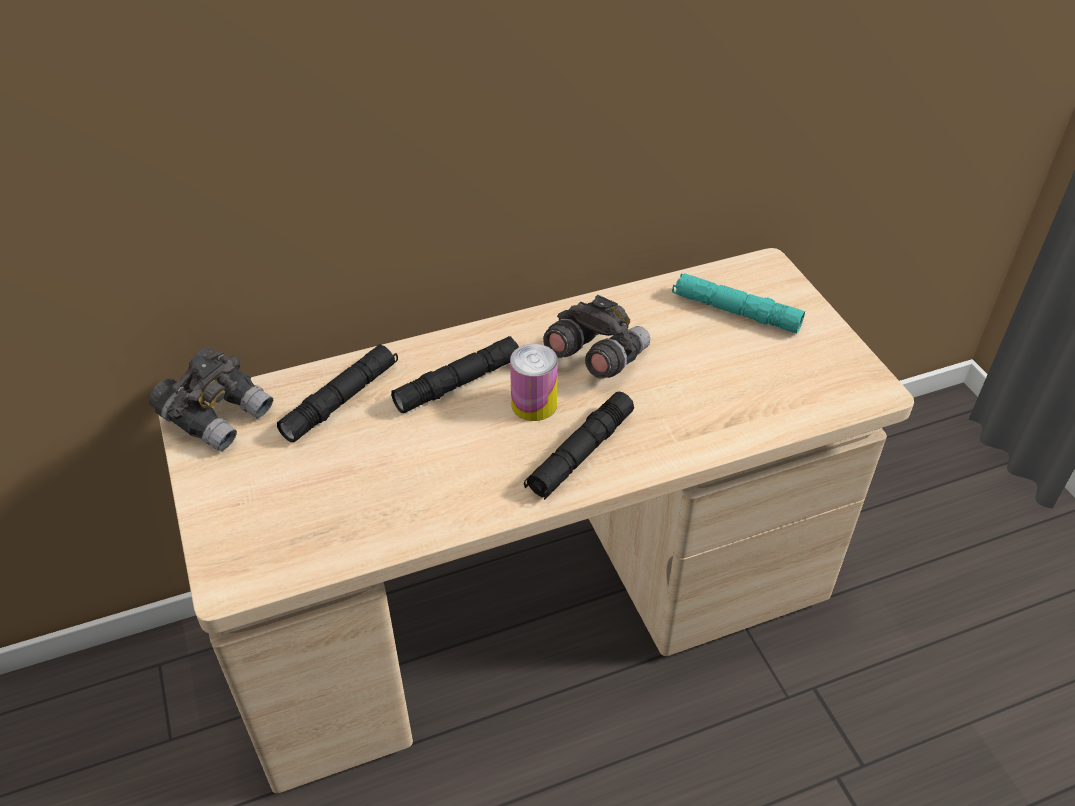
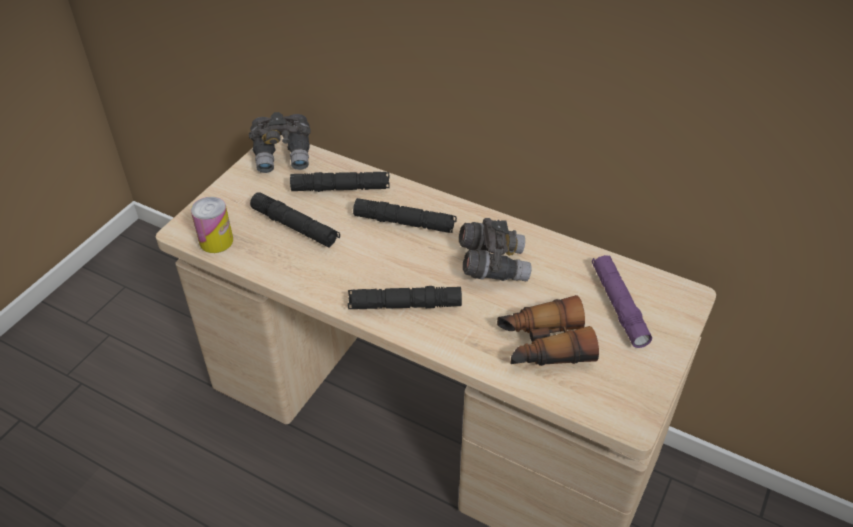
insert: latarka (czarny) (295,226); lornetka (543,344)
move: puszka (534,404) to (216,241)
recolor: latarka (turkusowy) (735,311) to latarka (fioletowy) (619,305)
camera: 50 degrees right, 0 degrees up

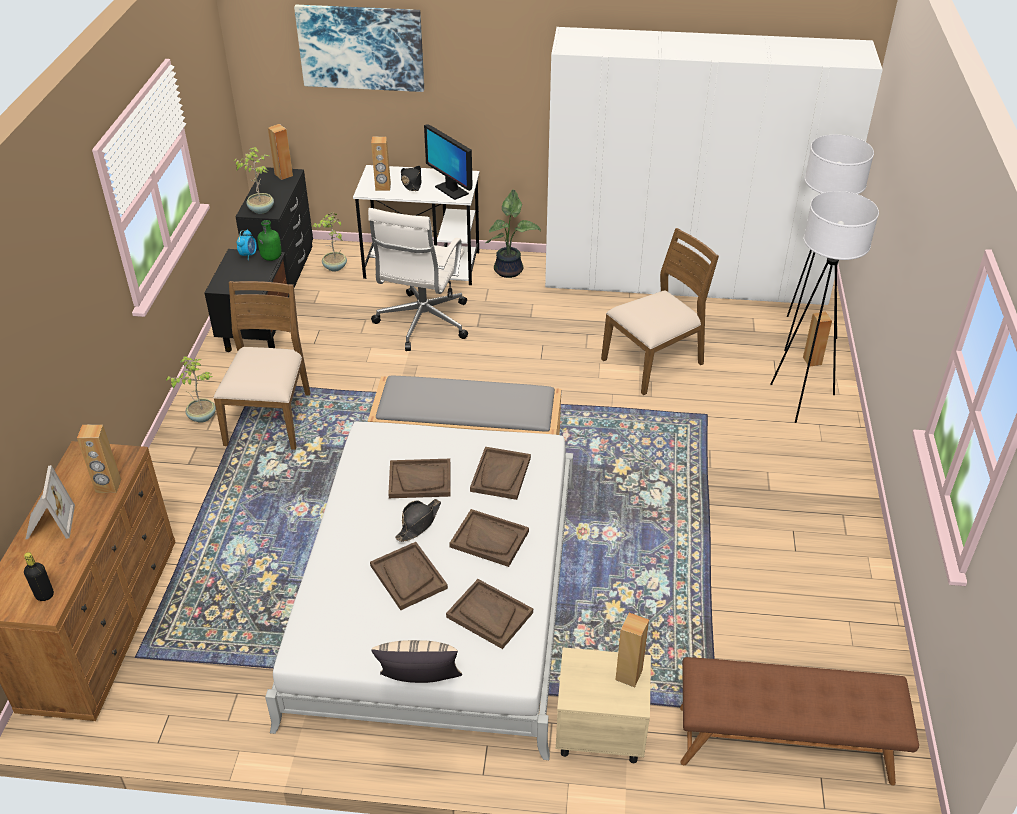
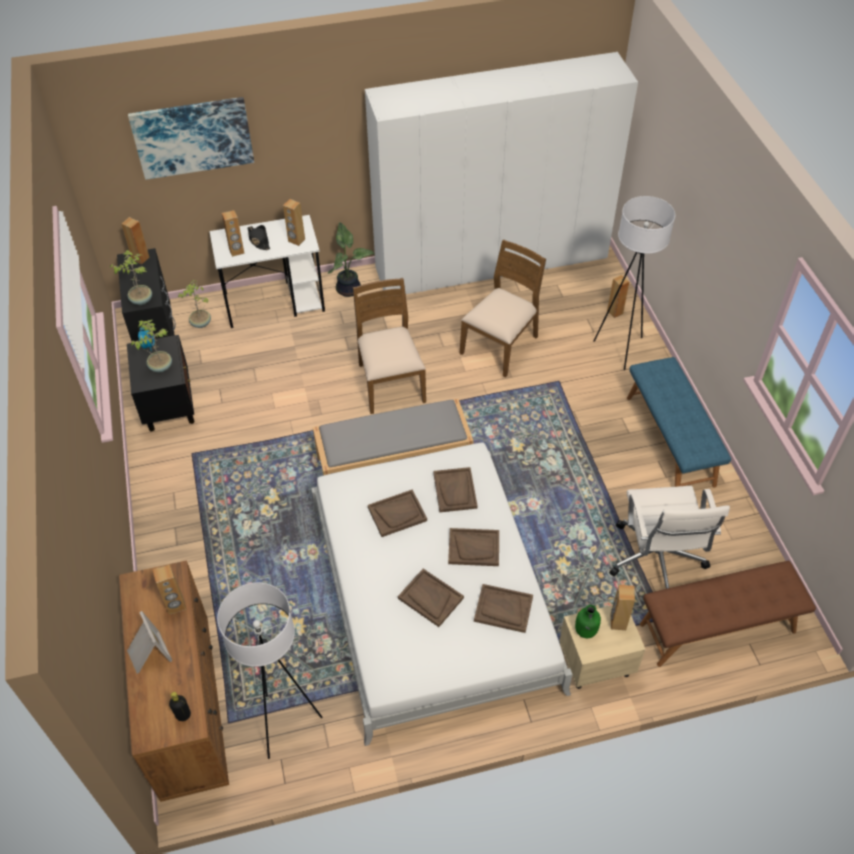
delete: poduszka (beżowy) (420,687); kapelusz (czarny) (418,523)
insert: ławka (niebieski) (670,440)
move: roślina doniczkowa (202,416) to (160,367); krzesło (brązowy) (270,418) to (390,383); butelka (zielony) (271,258) to (585,631); krzesło biurowe (biały) (422,323) to (656,561); lampa stojąca (biały) (802,335) to (285,724)
replace: monitor (451,190) to głośnik (brązowy) (296,240)
camera: 20 degrees left, 10 degrees up

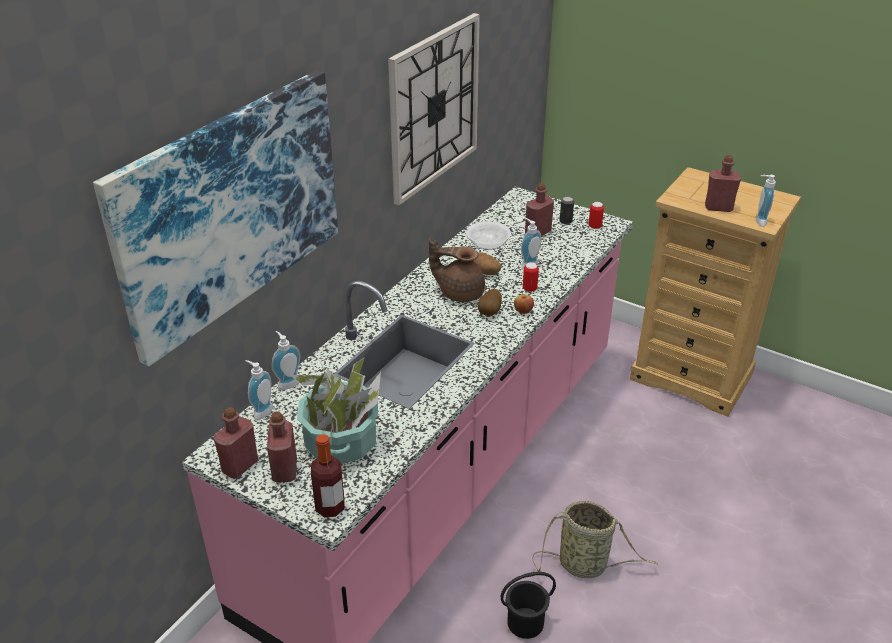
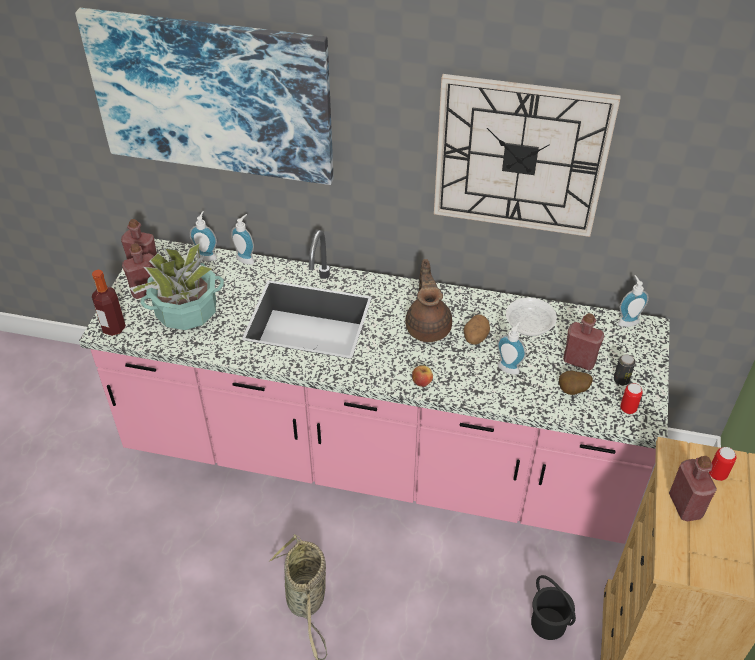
move: ziemniak (490,312) to (573,391); wiadro (czarny) (525,622) to (548,622); puszka (529,289) to (717,474); dozownik mydła (758,221) to (627,320)
camera: 70 degrees right, 10 degrees up

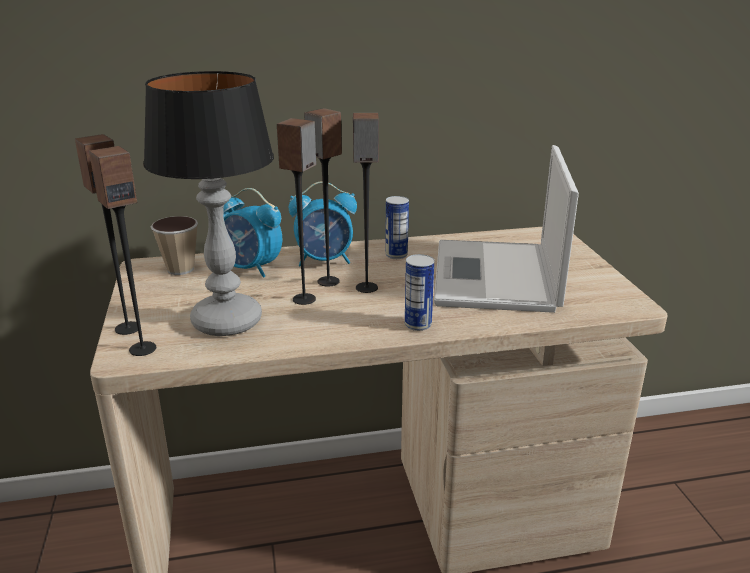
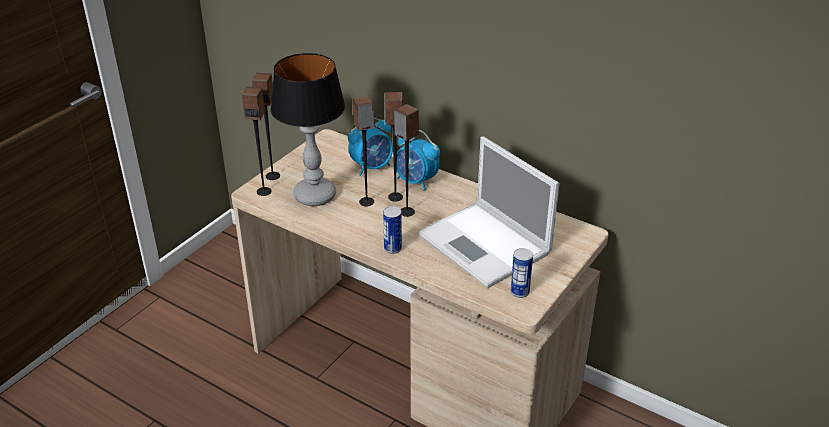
delete: filiżanka (180,269)
move: puszka (396,255) to (519,292)
rotate: budzik (251,269) = (372,167) 105 degrees counterclockwise; laptop (496,277) = (486,245) 90 degrees counterclockwise
camera: 45 degrees right, 10 degrees up

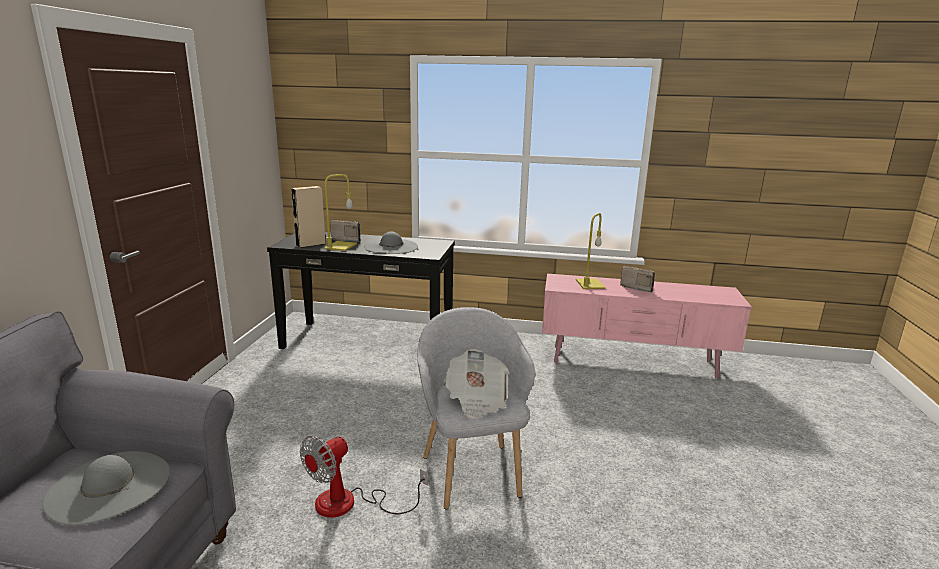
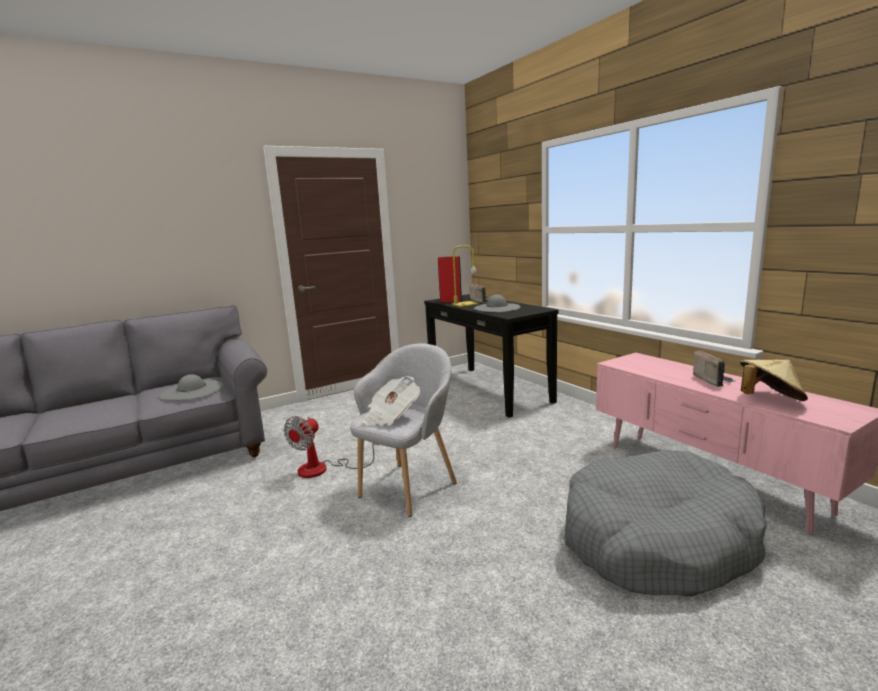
delete: lampa stołowa (żółty) (590,284)
insert: legowisko (szary) (656,540); kapelusz (beżowy) (769,400)
recolor: głośnik (beżowy) (310,244) to głośnik (czerwony) (451,301)
rotate: wentylator (350,504) = (323,469) 60 degrees counterclockwise
camera: 50 degrees right, 5 degrees down

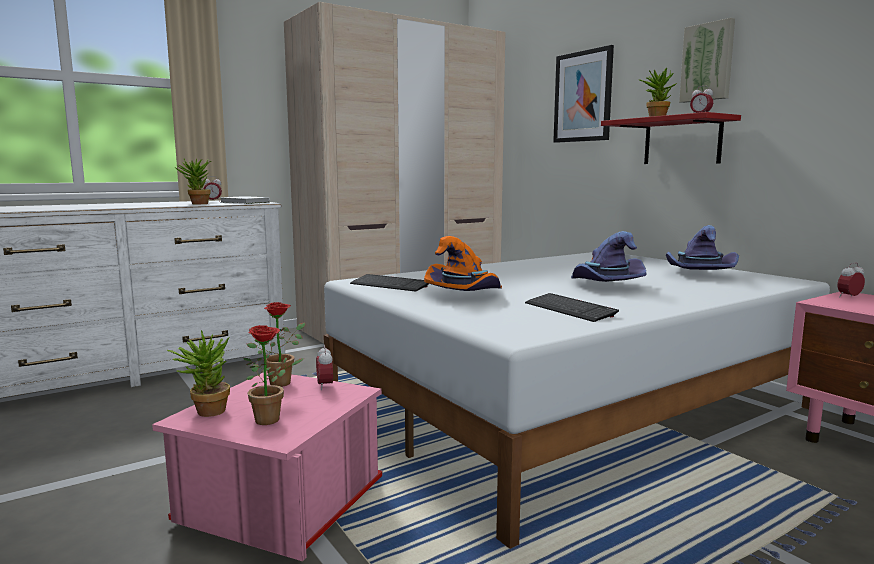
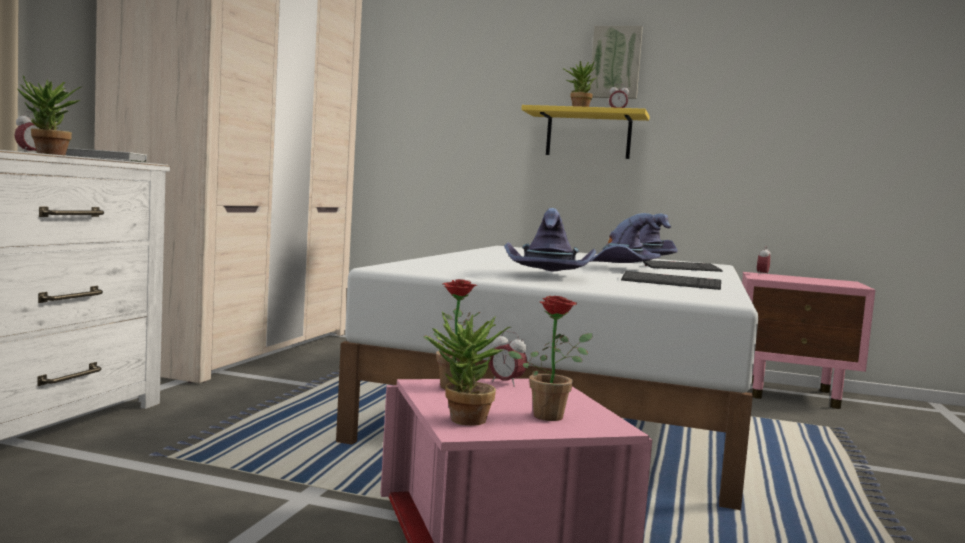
delete: obraz (583,96)
move: klawiatura (390,285) to (681,268)
recolor: kapelusz (pomarańczowy) (464,295) to kapelusz (fioletowy) (548,276); półka (czerwony) (682,141) to półka (żółty) (588,135)
camera: 40 degrees left, 5 degrees down

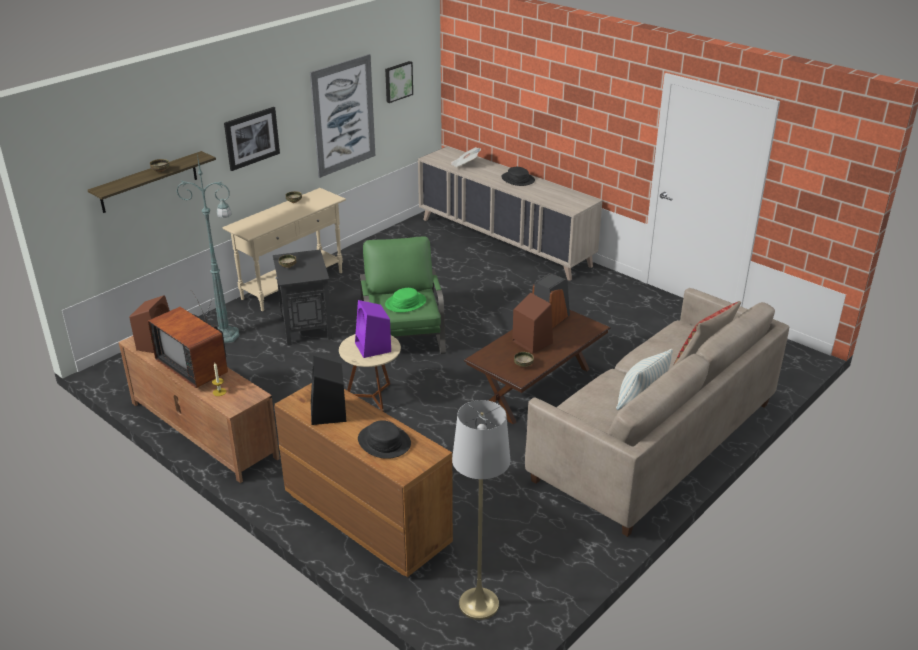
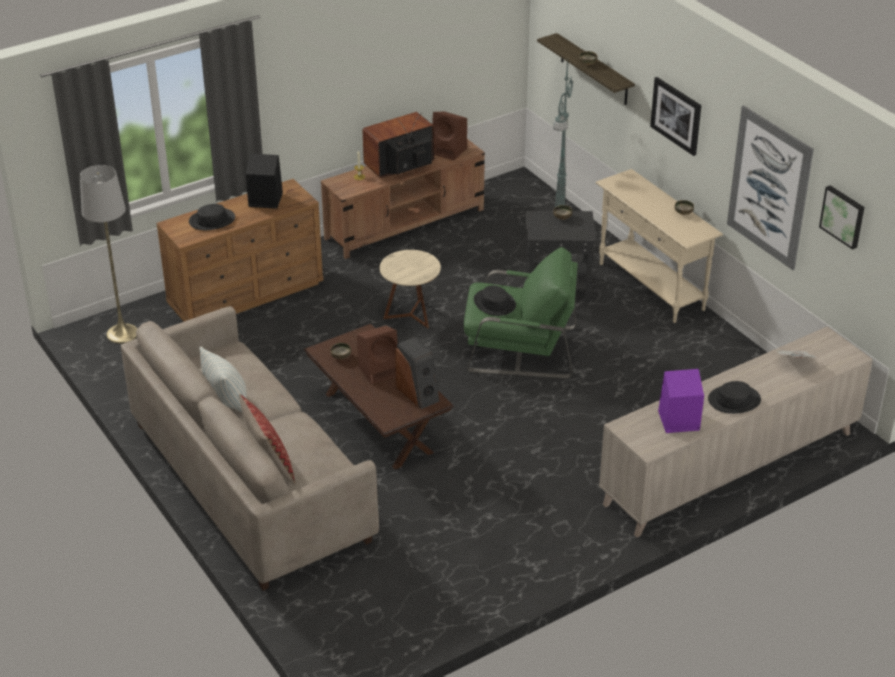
move: głośnik (fioletowy) (373,348) to (677,421)
recolor: kapelusz (zielony) (405,303) to kapelusz (czarny) (494,303)
camera: 105 degrees right, 5 degrees up

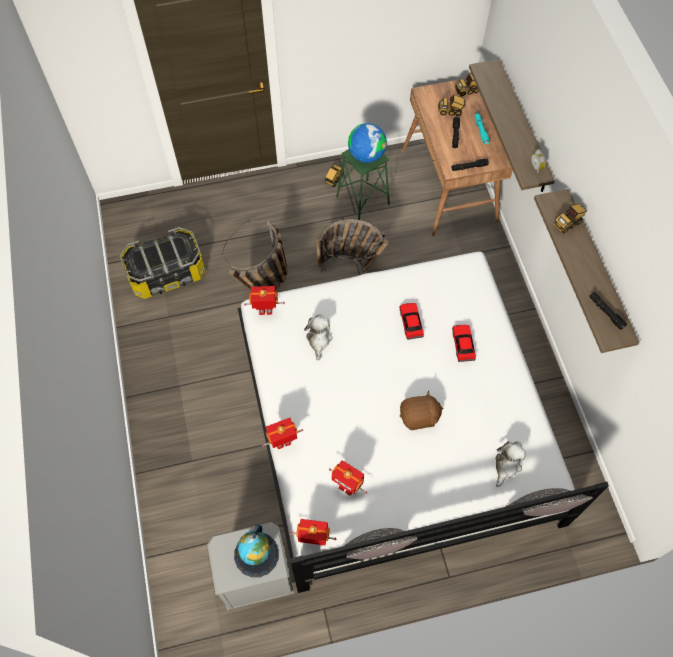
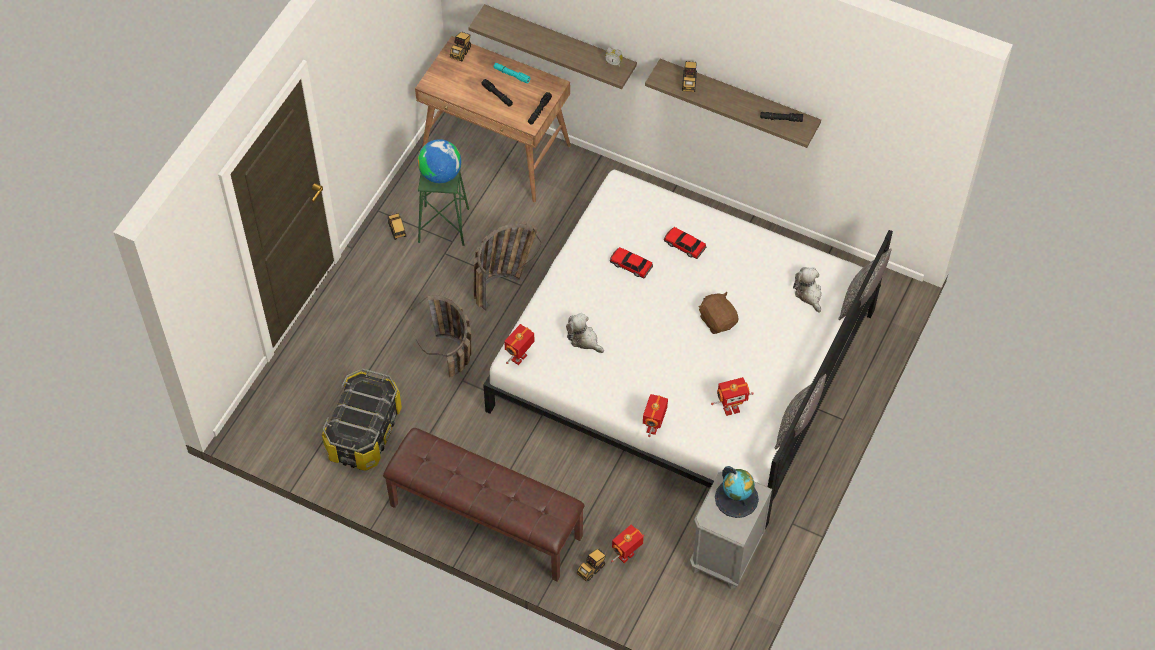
insert: ławka (brązowy) (485,521)
move: robot zabawkowy (313,540) to (626,556); ciężarówka zabawkowa (450,111) to (592,568)
rotate: pluszak (brązowy) (419,417) = (717,320) 60 degrees counterclockwise
camera: 50 degrees left, 5 degrees down

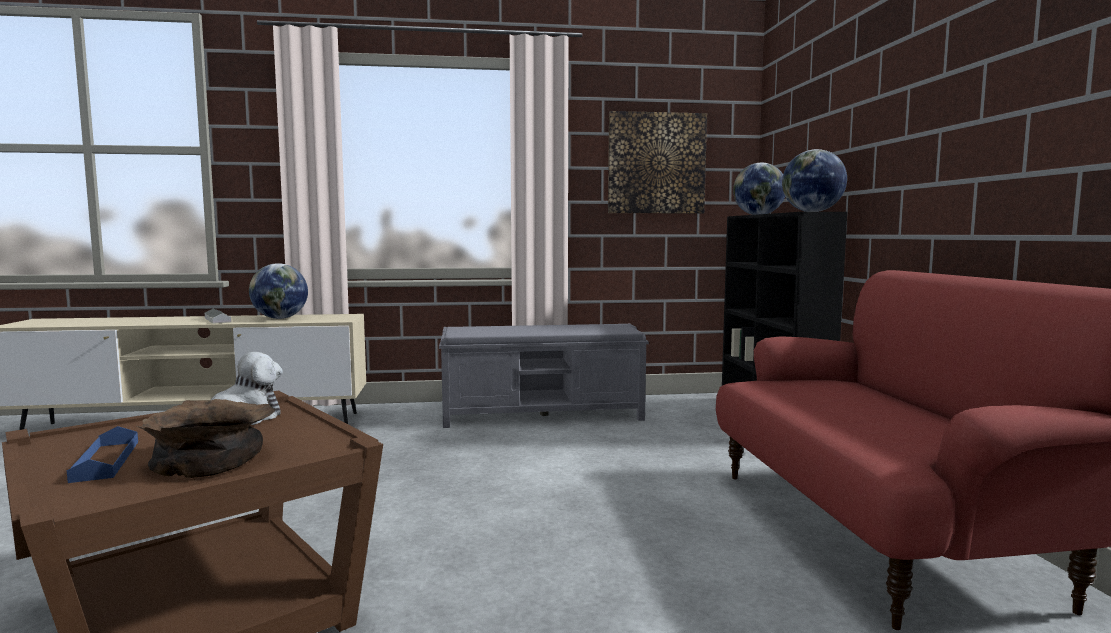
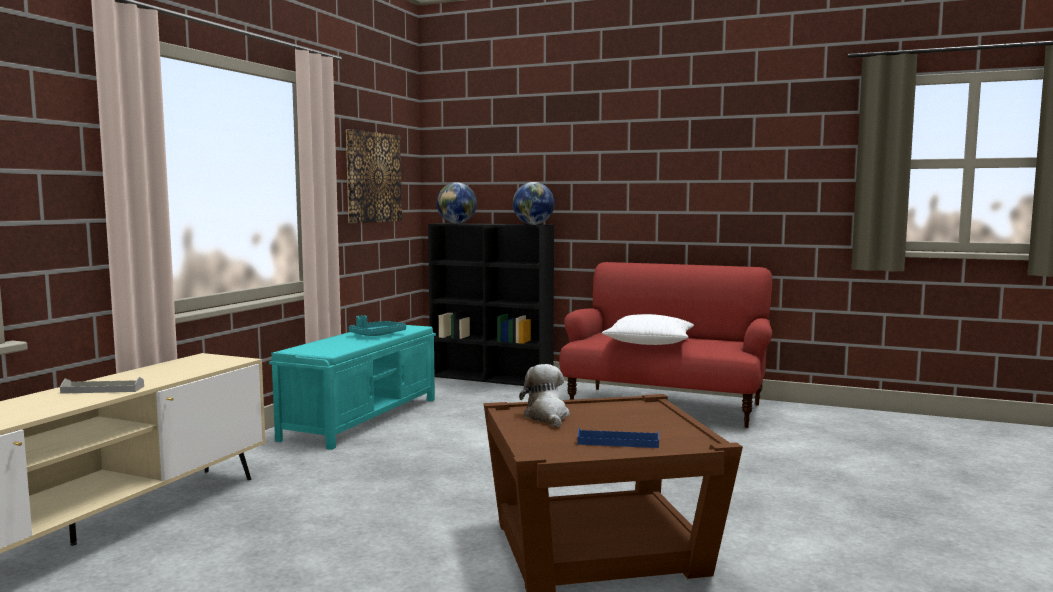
delete: miska (brązowy) (212,460); globus (280,318)
insert: taca (turkusowy) (377,335); poduszka (biały) (649,343)
recolor: ławka (szary) (543,414) to ławka (turkusowy) (363,418)
camera: 60 degrees left, 0 degrees up

